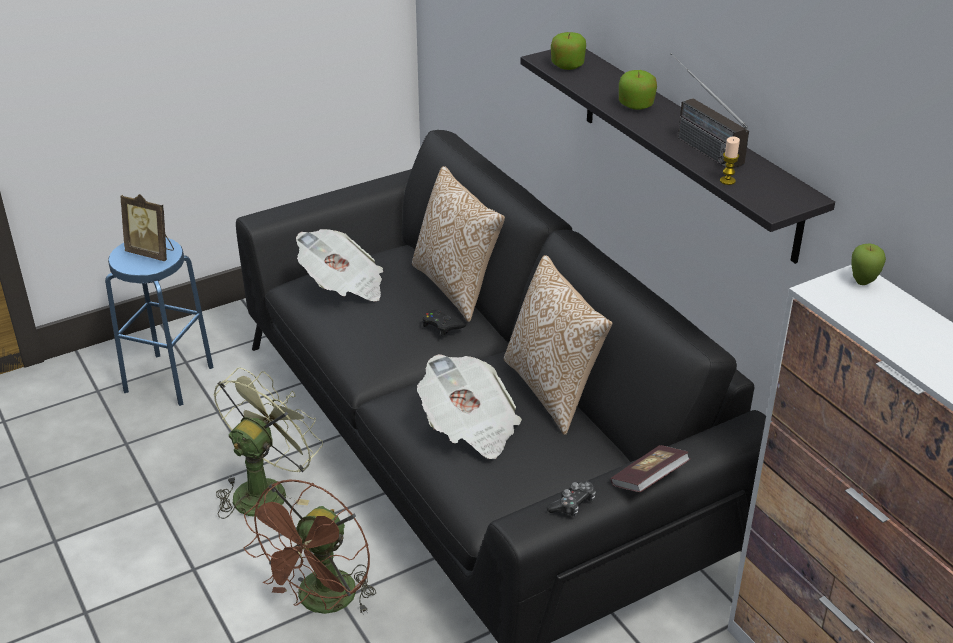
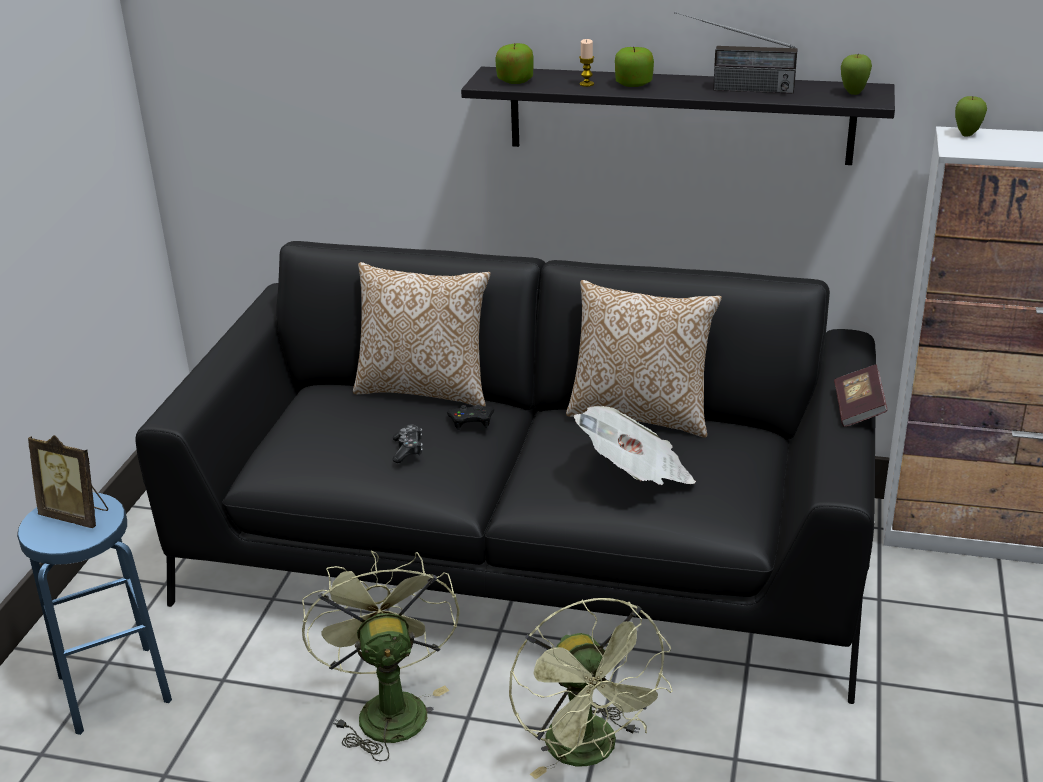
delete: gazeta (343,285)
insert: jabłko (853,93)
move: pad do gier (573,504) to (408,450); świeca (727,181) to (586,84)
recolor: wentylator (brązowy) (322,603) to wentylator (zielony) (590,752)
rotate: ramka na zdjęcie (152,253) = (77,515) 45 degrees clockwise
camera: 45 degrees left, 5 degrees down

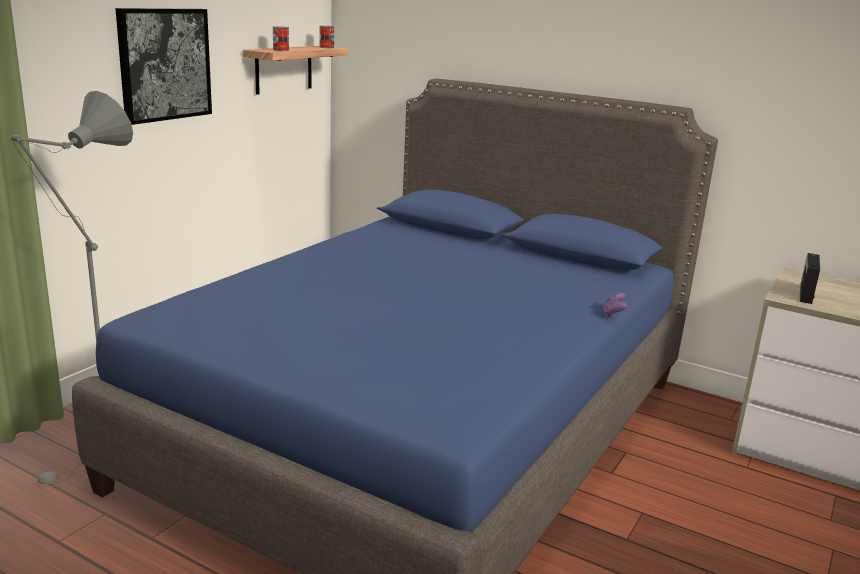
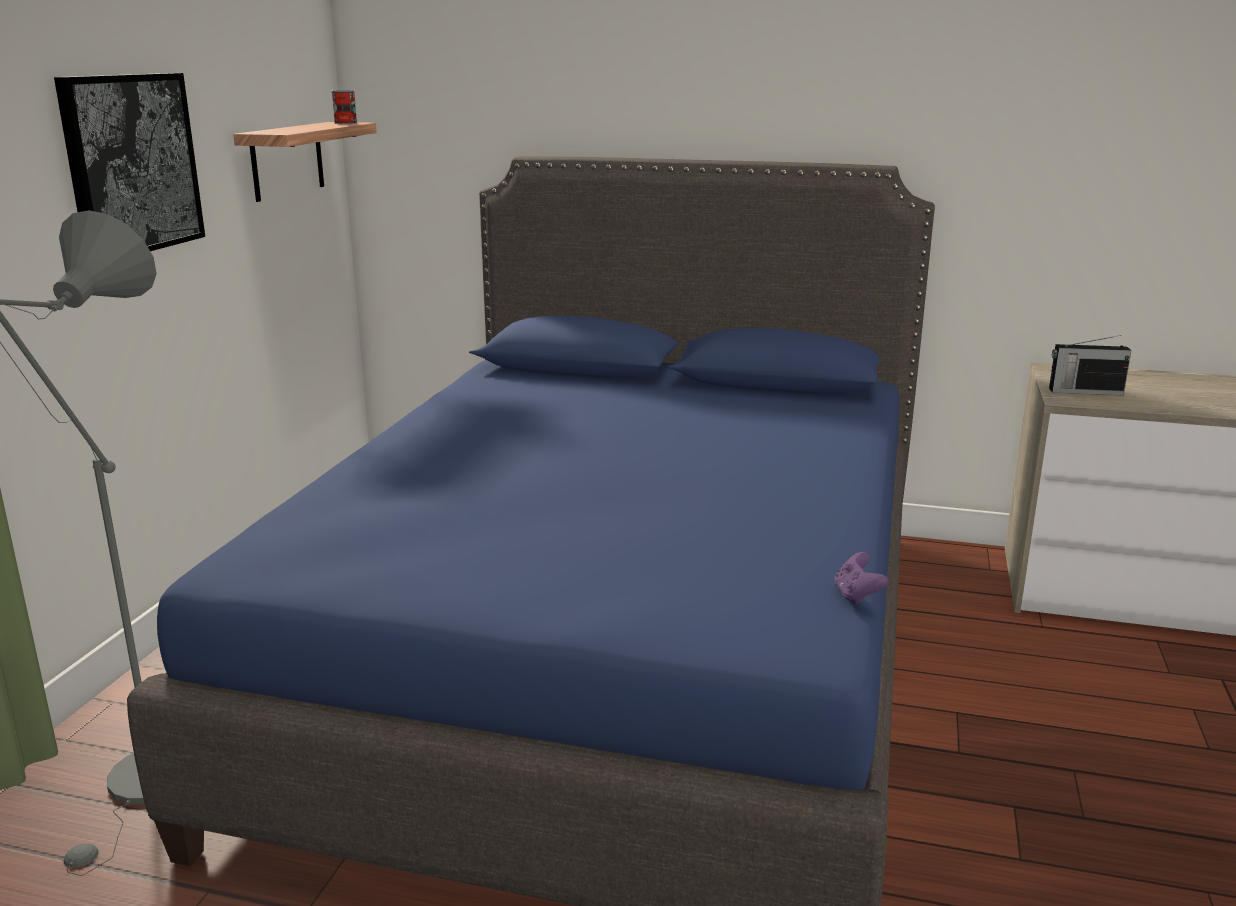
delete: puszka (281,50)
move: pad do gier (fioletowy) (613,314) to (857,596)
rotate: radio (806,294) = (1084,391) 90 degrees counterclockwise
camera: 15 degrees left, 0 degrees up

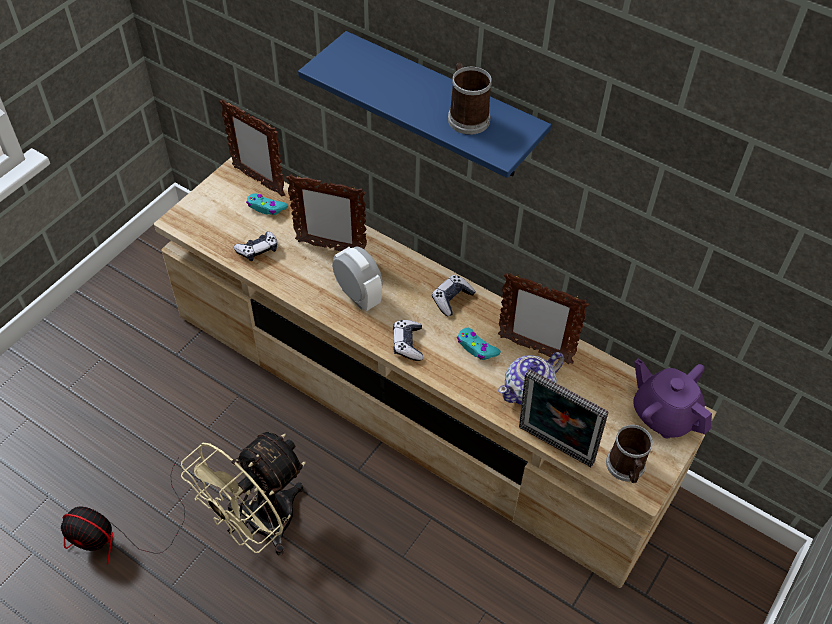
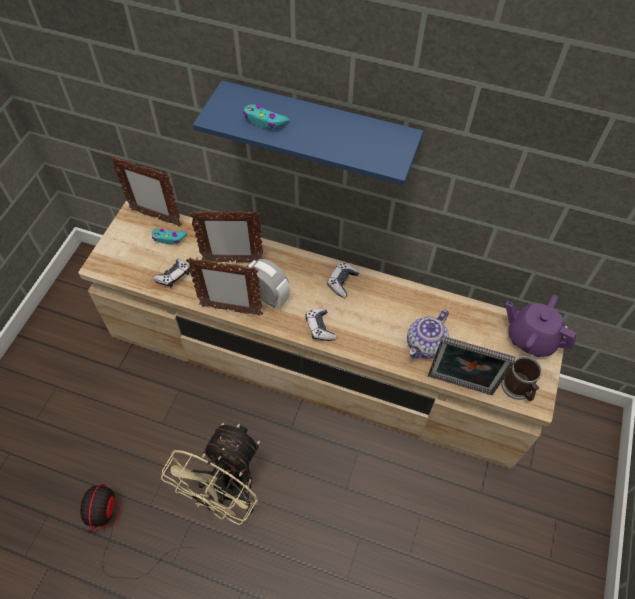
delete: kubek (466,116)
move: pad do gier (turkusowy) (476,348) to (265,121); ramka na zdjęcie (534,349) to (230,310)
rotate: wentylator (121,533) = (117,530) 90 degrees clockwise
camera: 15 degrees left, 5 degrees up

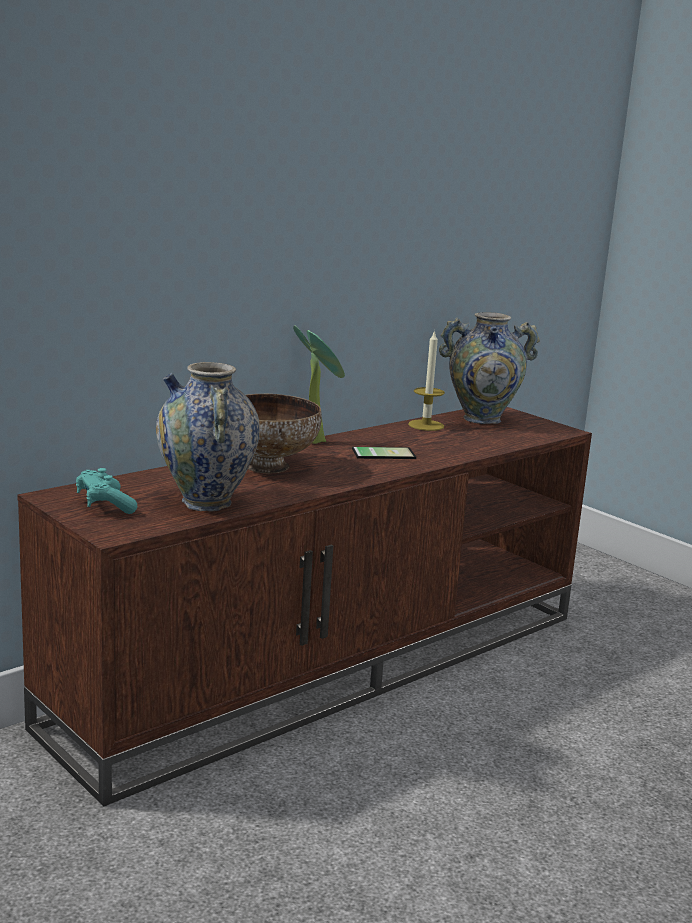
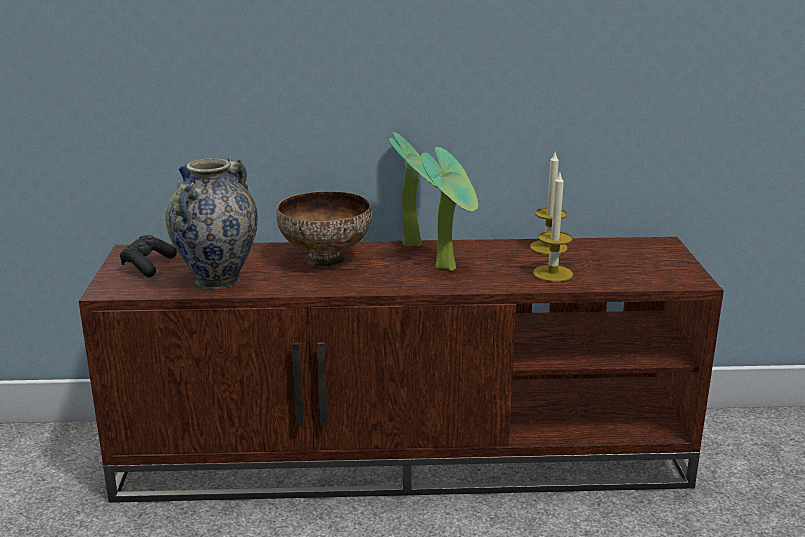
delete: wazon (482,419)
insert: świeca (552,273)
replace: telefon (383,452) to roślina doniczkowa (449,267)
recolor: pad do gier (turkusowy) (105,505) to pad do gier (czarny) (148,266)
camera: 40 degrees right, 5 degrees up

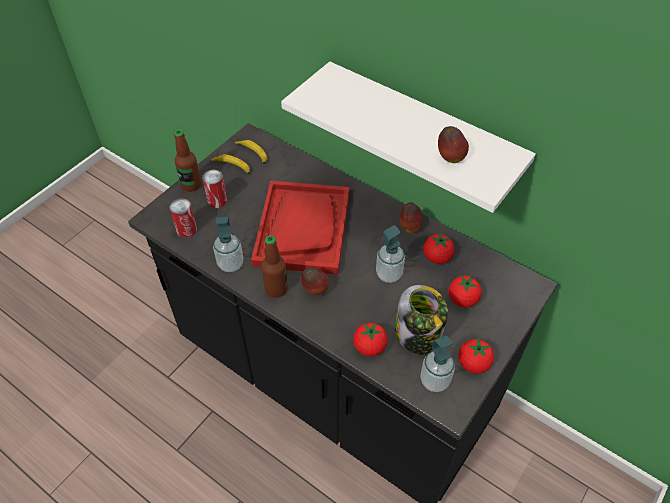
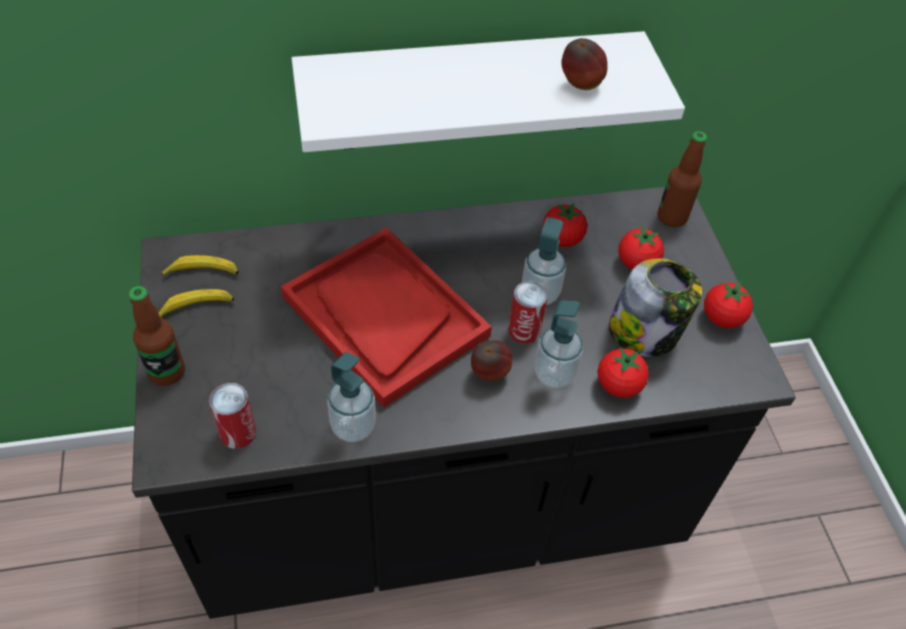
delete: jabłko (409,227)
move: puszka (217,201) to (524,330); butelka (276,289) to (672,217); dozownik mydła (434,381) to (554,374)
camera: 50 degrees left, 0 degrees up

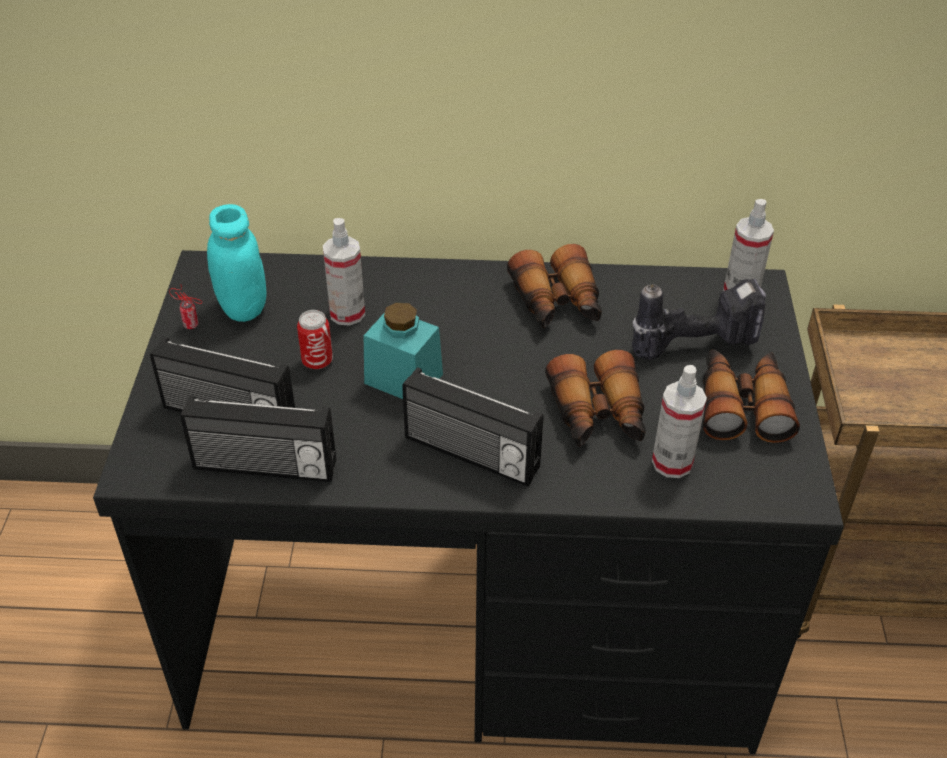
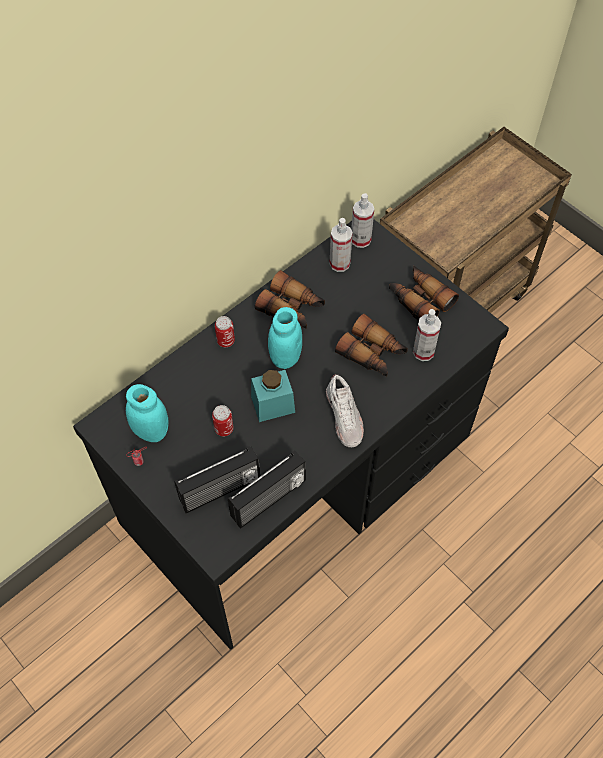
delete: wiertarka (695,343)
insert: puszka (225,341); słoik (turkusowy) (285,357)
move: spryskiwacz (347,313) to (339,263)
replace: radio (470,455) to but (biały) (344,417)
camera: 45 degrees left, 15 degrees up

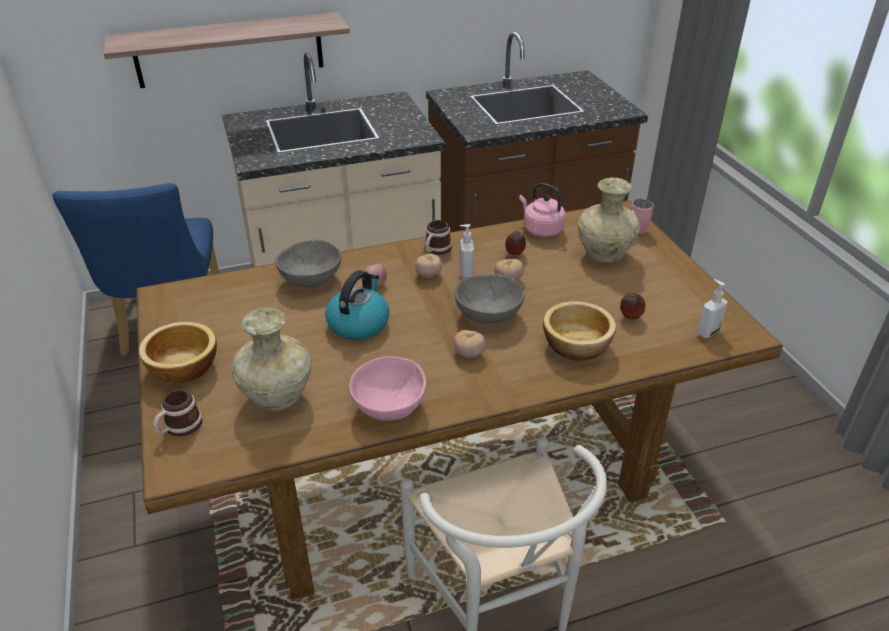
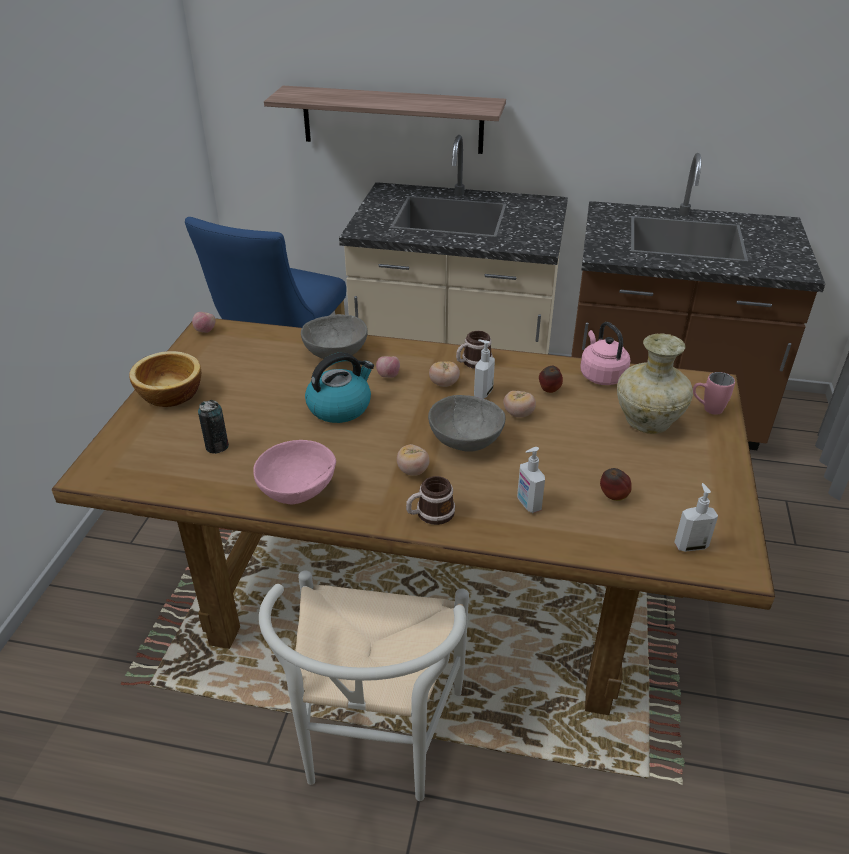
insert: jabłko (205,331)
move: kubek (179,428) to (430,514)
replace: wazon (beżowy) (278,397) to puszka (217,446); miska (577,345) to dozownik mydła (528,504)
camera: 30 degrees right, 0 degrees up

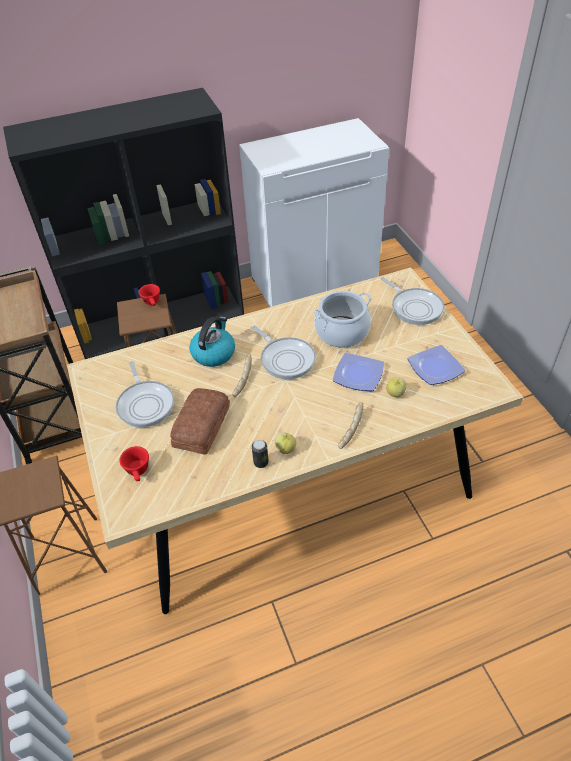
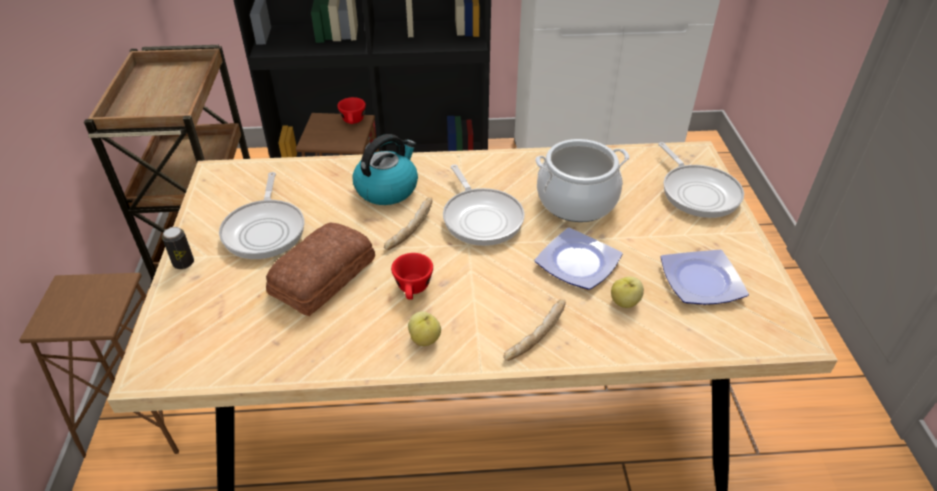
move: filiżanka (czerwony) (138,472) to (413,290); puszka (261,462) to (183,263)
camera: 15 degrees right, 5 degrees down

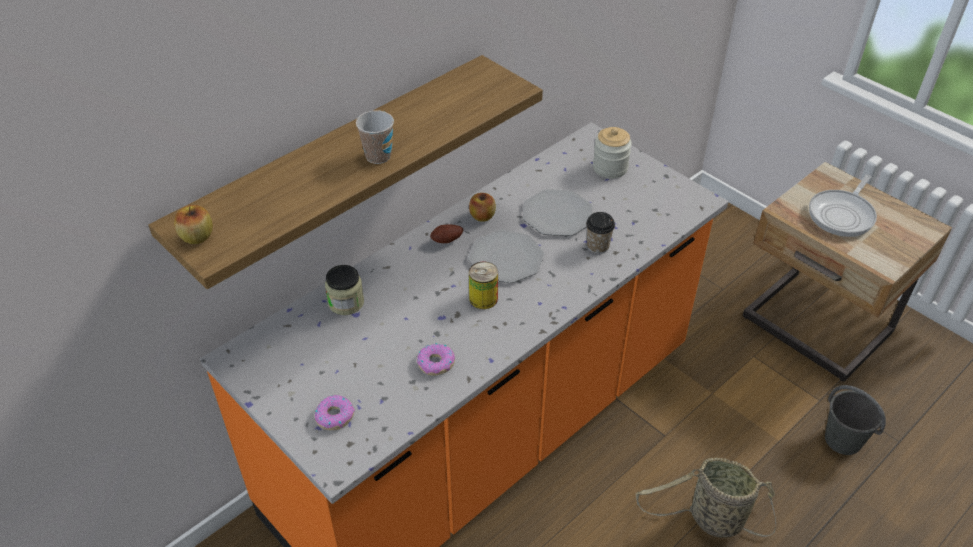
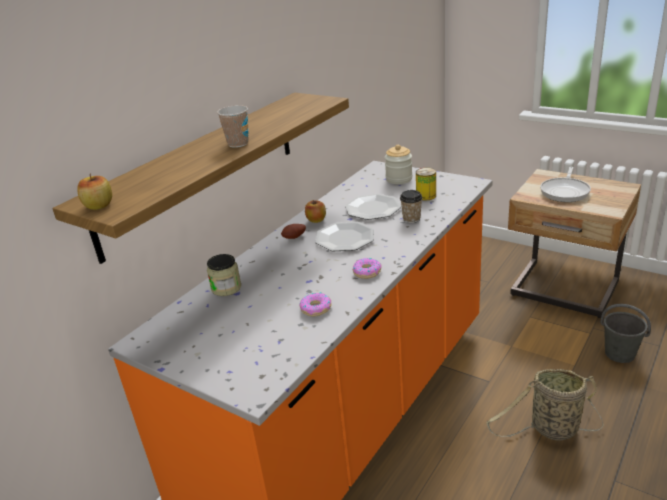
move: donut (334,416) to (367,272); puszka (483,298) to (426,196)
camera: 10 degrees left, 15 degrees down

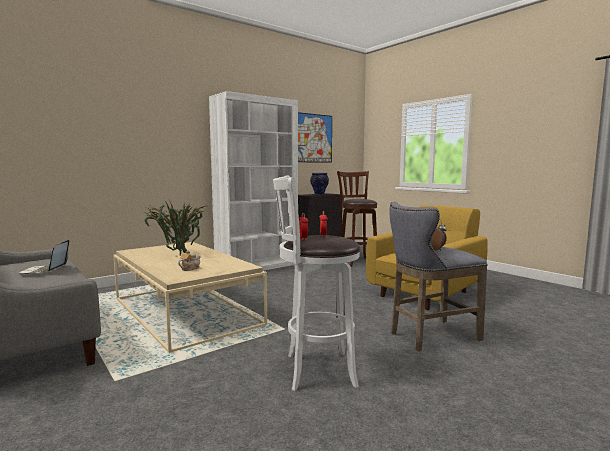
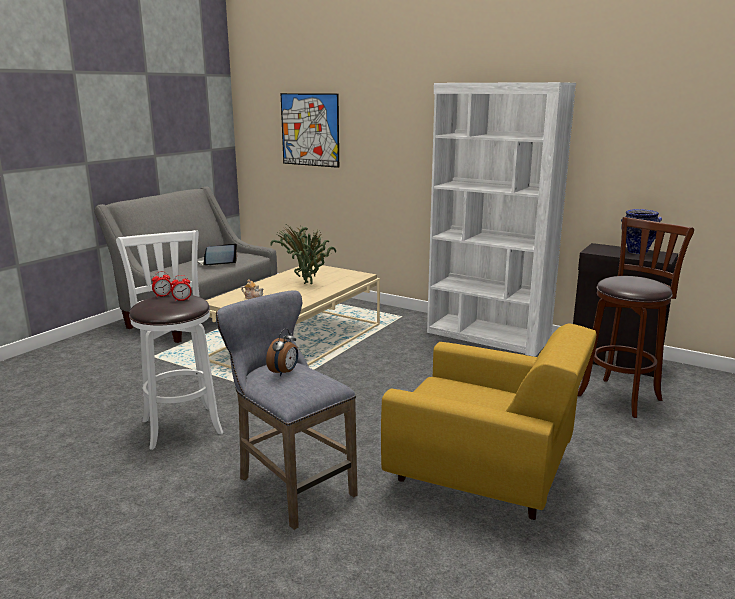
move: obraz (313,138) to (310,130)
camera: 70 degrees right, 10 degrees up

